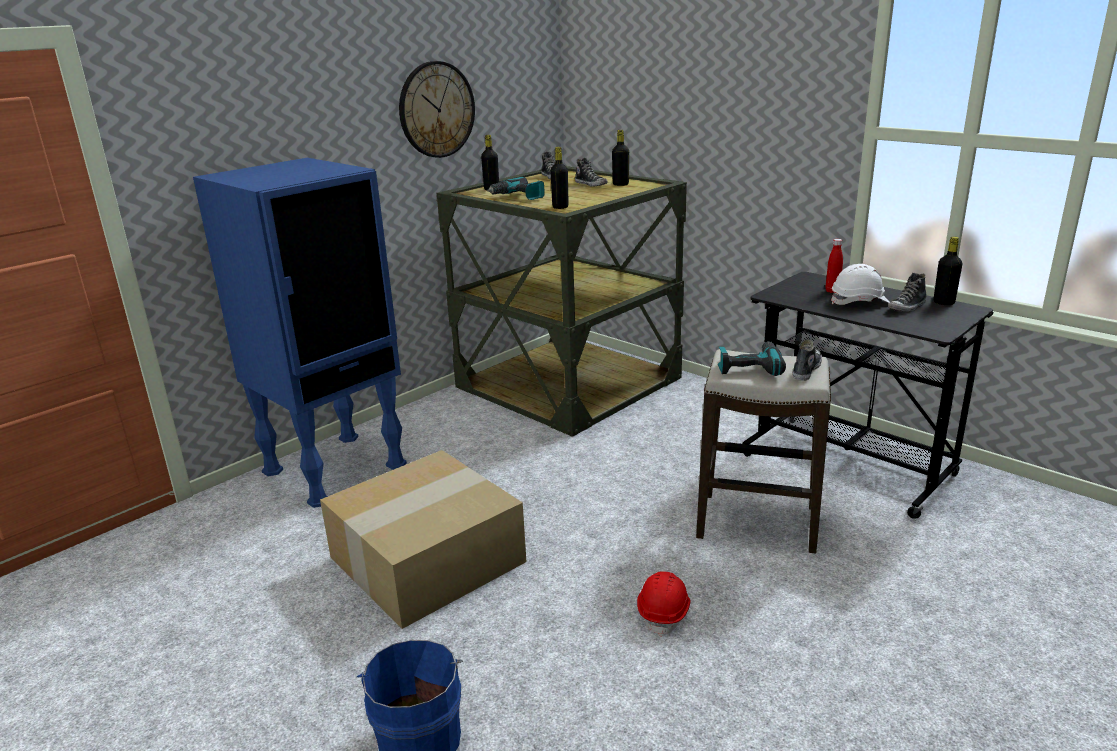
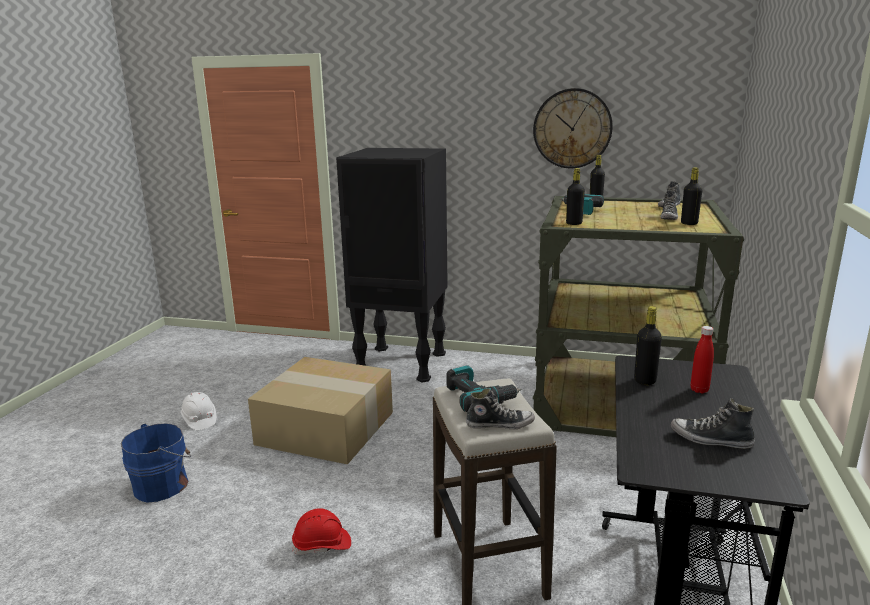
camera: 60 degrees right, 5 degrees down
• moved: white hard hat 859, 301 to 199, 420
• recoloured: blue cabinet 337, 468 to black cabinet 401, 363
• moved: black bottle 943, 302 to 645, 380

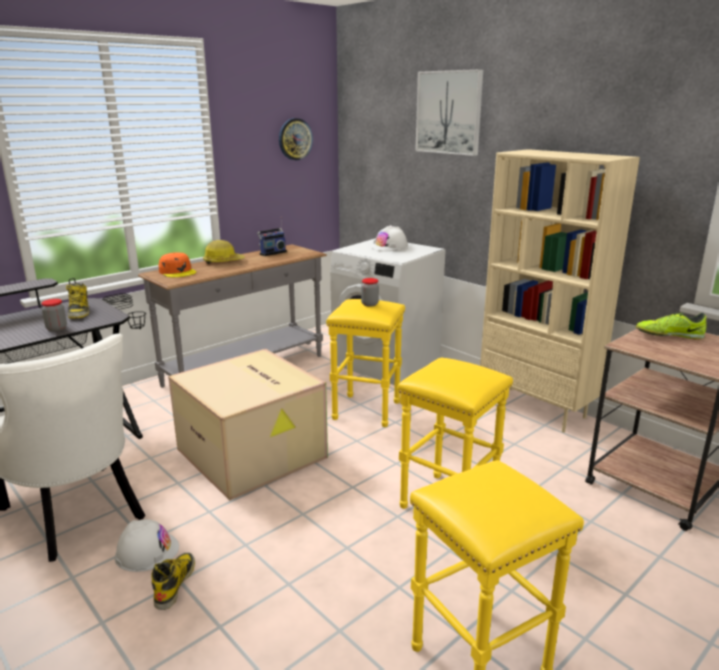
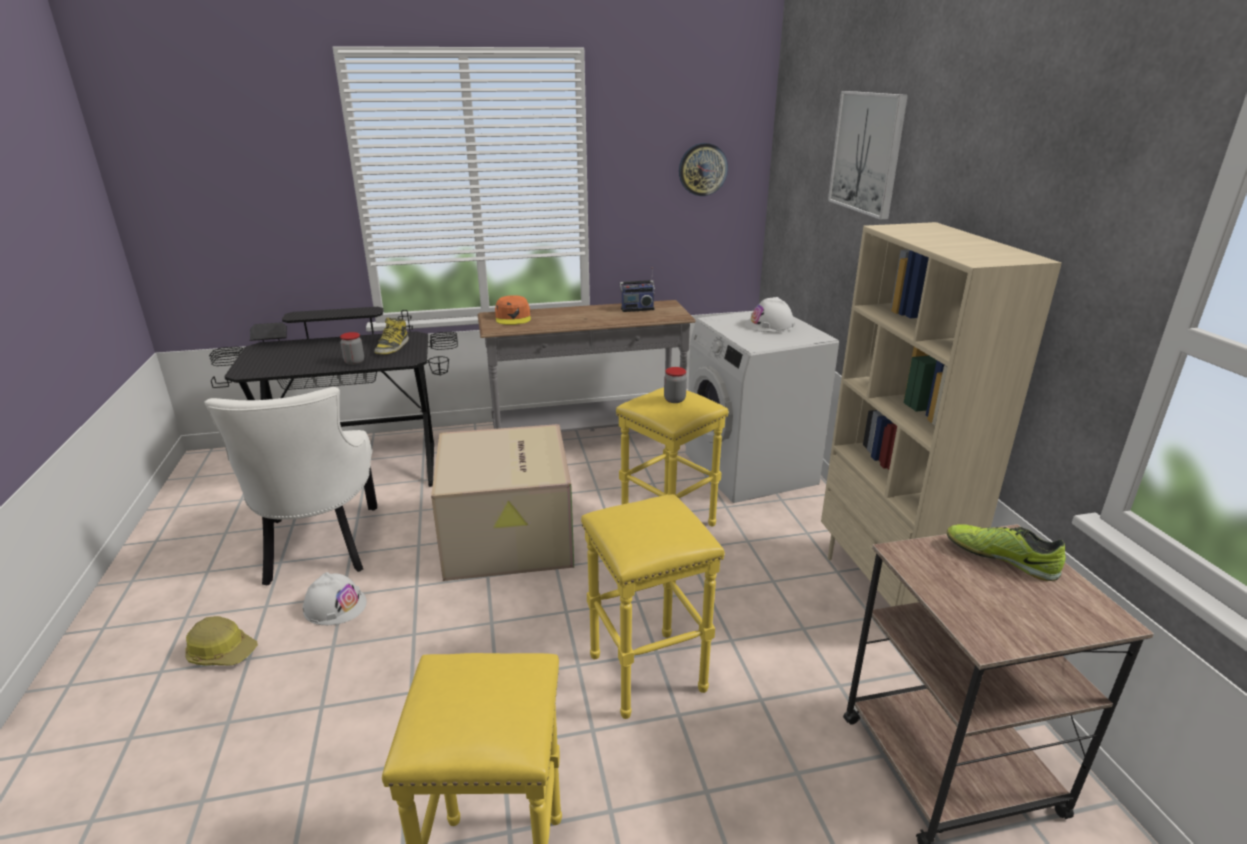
camera: 30 degrees right, 5 degrees up
• moved: hard hat 223, 261 to 222, 652
• removed: boot 175, 583

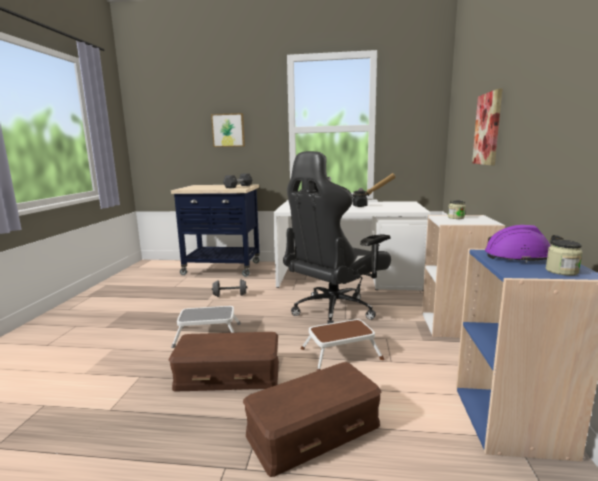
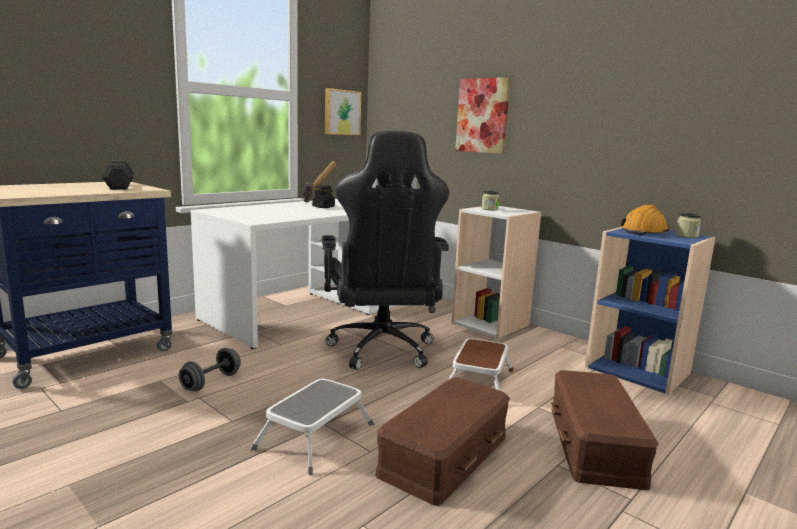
camera: 55 degrees left, 0 degrees up
• moved: picture 228, 130 to 341, 112
• recoloured: purple hard hat 520, 257 to orange hard hat 644, 232

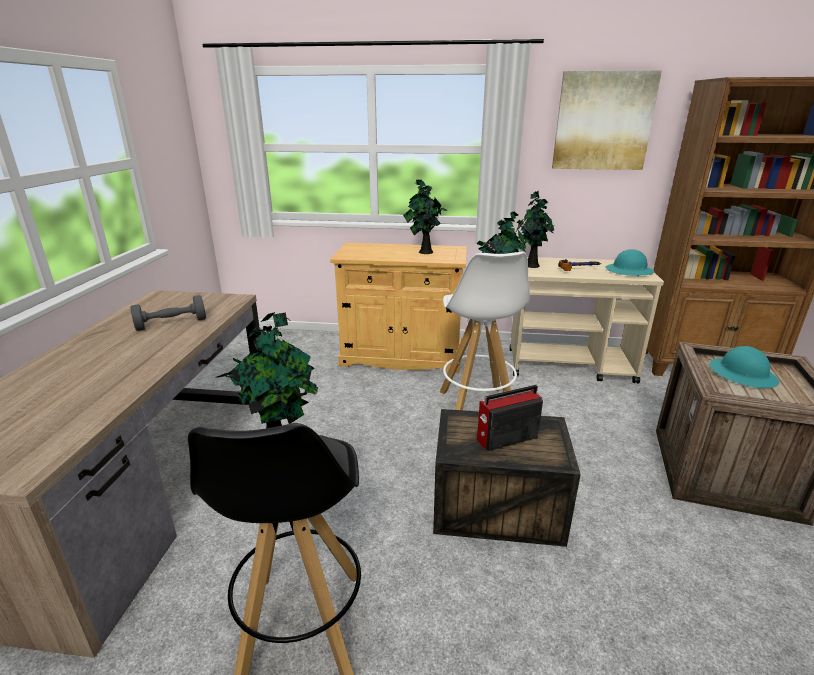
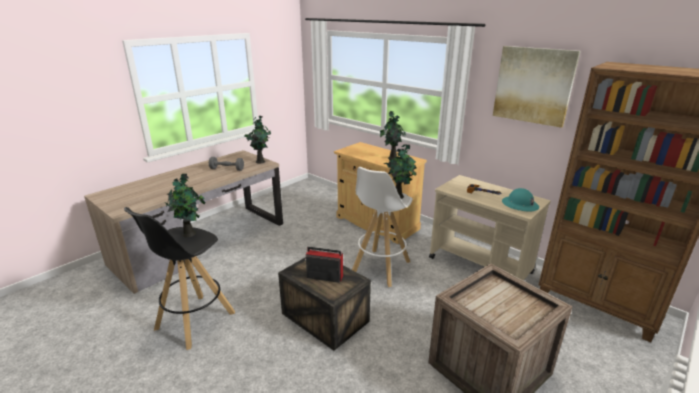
camera: 35 degrees right, 0 degrees up
• moved: potted plant 531, 265 to 260, 161
• removed: turquoise hard hat 742, 374

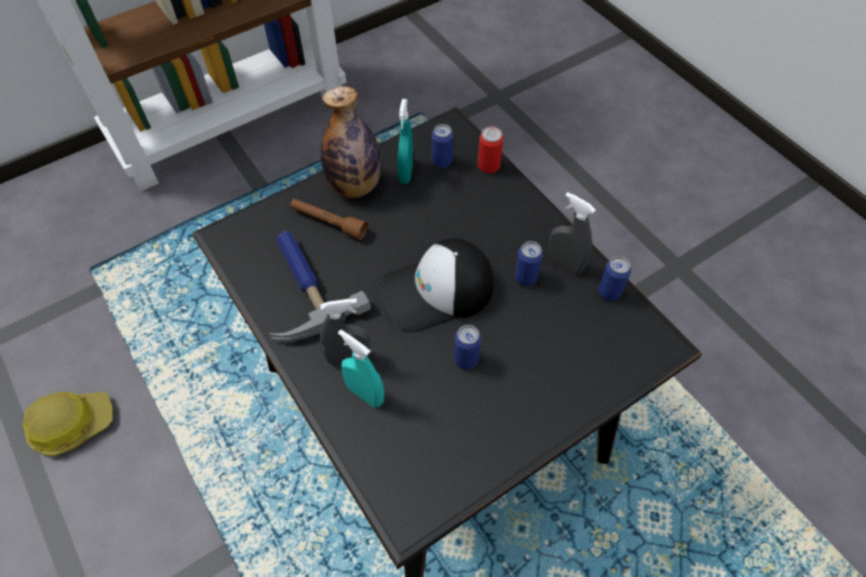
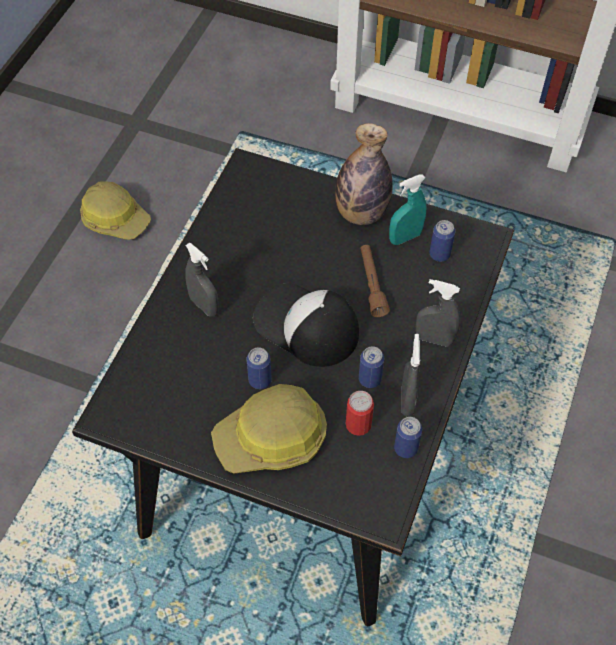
camera: 55 degrees right, 0 degrees up
• added: hard hat 272, 438
• moved: can 488, 165 to 358, 424
• moved: brown flashlight 328, 223 to 372, 284
• added: grey spray bottle 434, 339
• removed: hammer 302, 287
• removed: turquoise spray bottle 365, 394

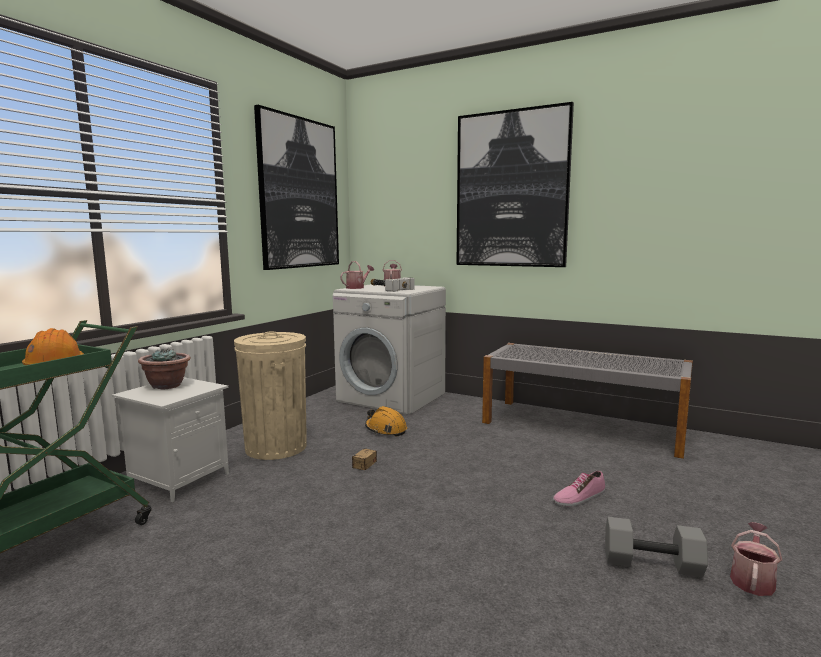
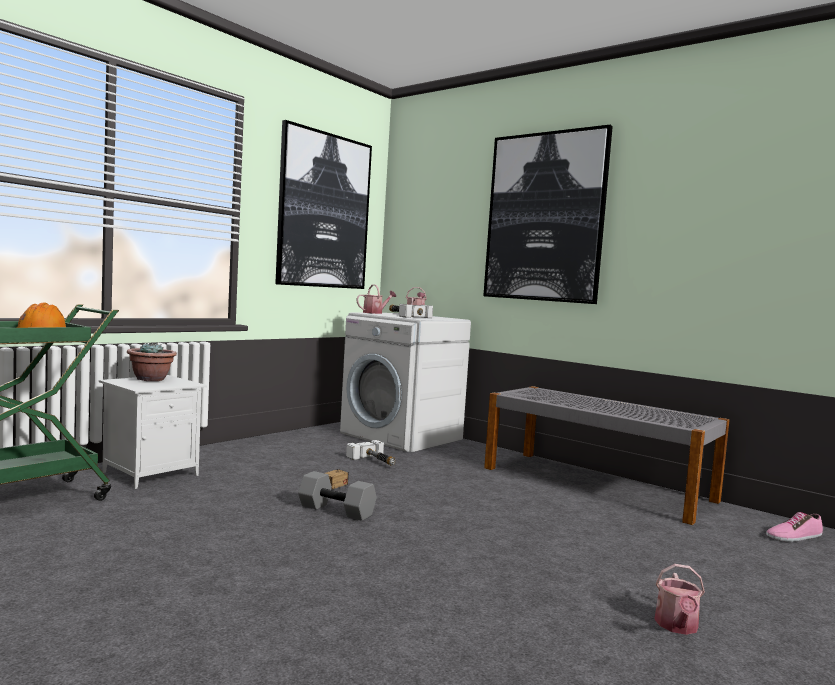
camera: 10 degrees right, 5 degrees down
• moved: grey dumbbell 652, 563 to 337, 510
• replaced: orange hard hat 385, 429 to hammer 376, 461
• turned: watering can 752, 579 = 677, 626 150 degrees clockwise
• moved: shoe 579, 497 to 793, 536
• removed: beige trash can 276, 447

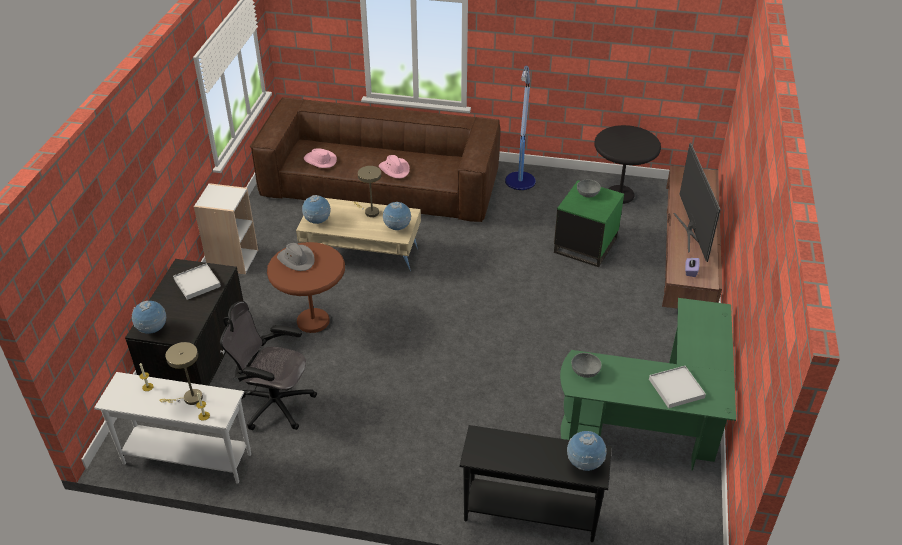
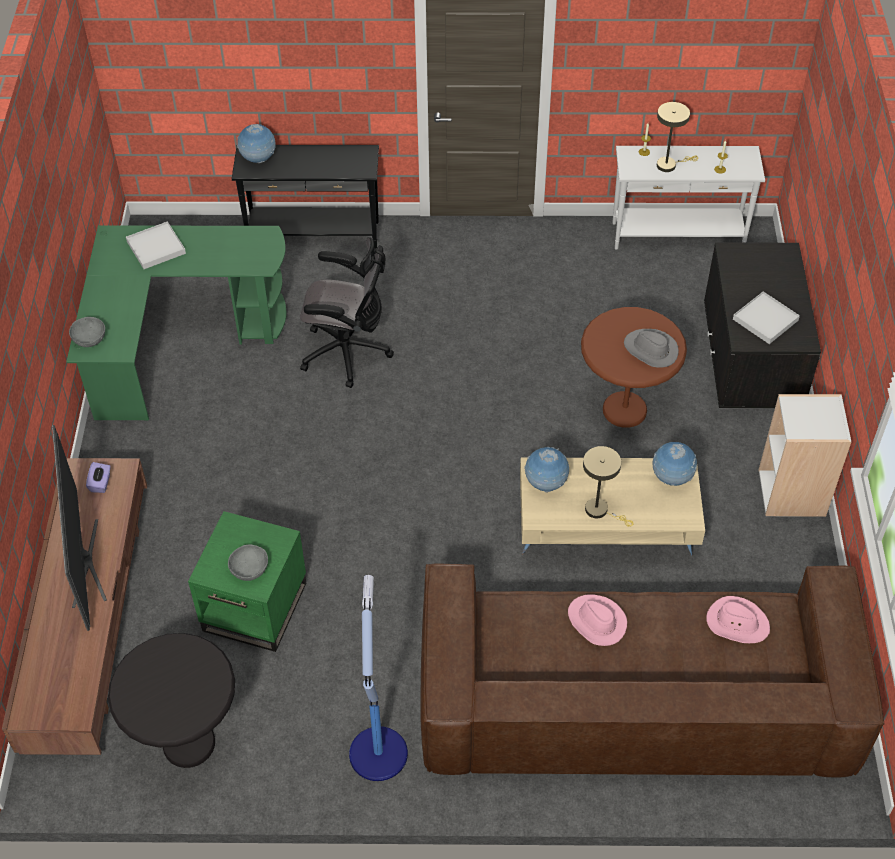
camera: 170 degrees right, 10 degrees up
• moved: grey bowl 585, 371 to 89, 339
• moved: office chair 275, 405 to 346, 352
• removed: globe 153, 330

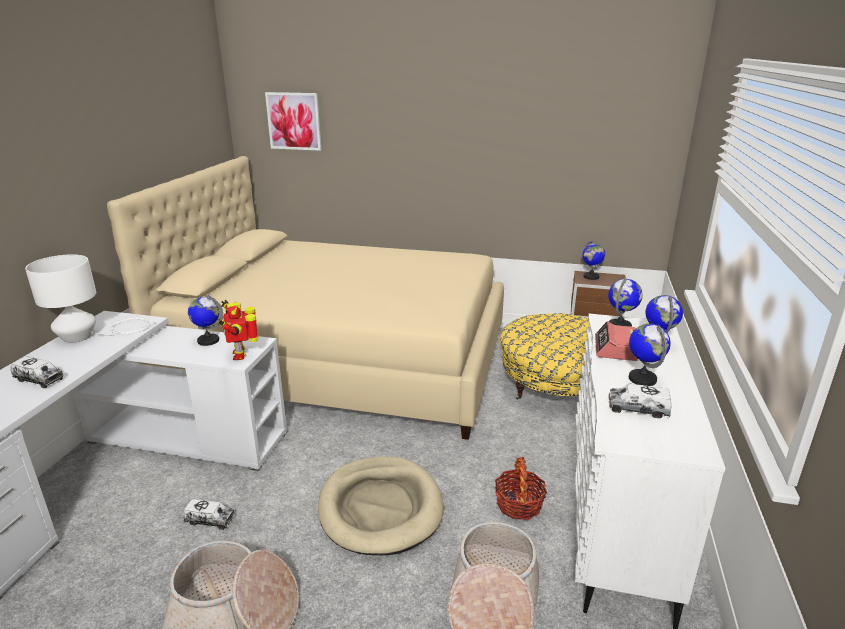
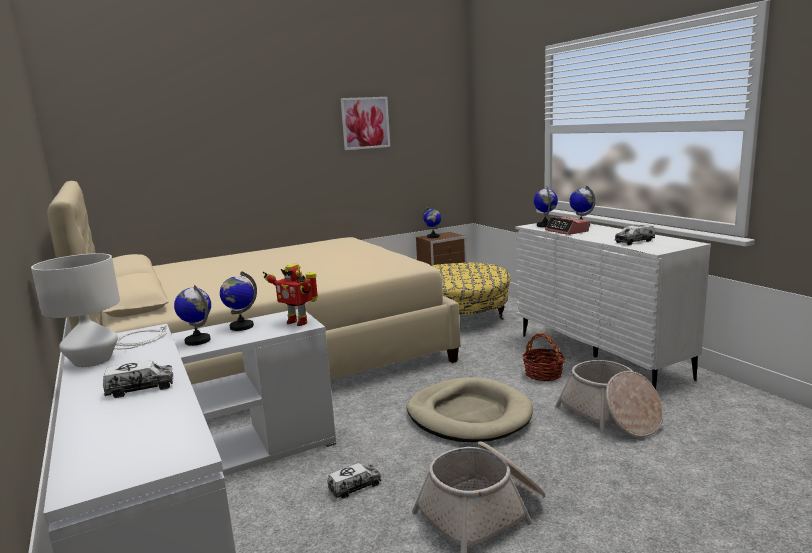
camera: 40 degrees left, 10 degrees down
• moved: globe 642, 379 to 198, 340
• moved: picture 294, 121 to 365, 123

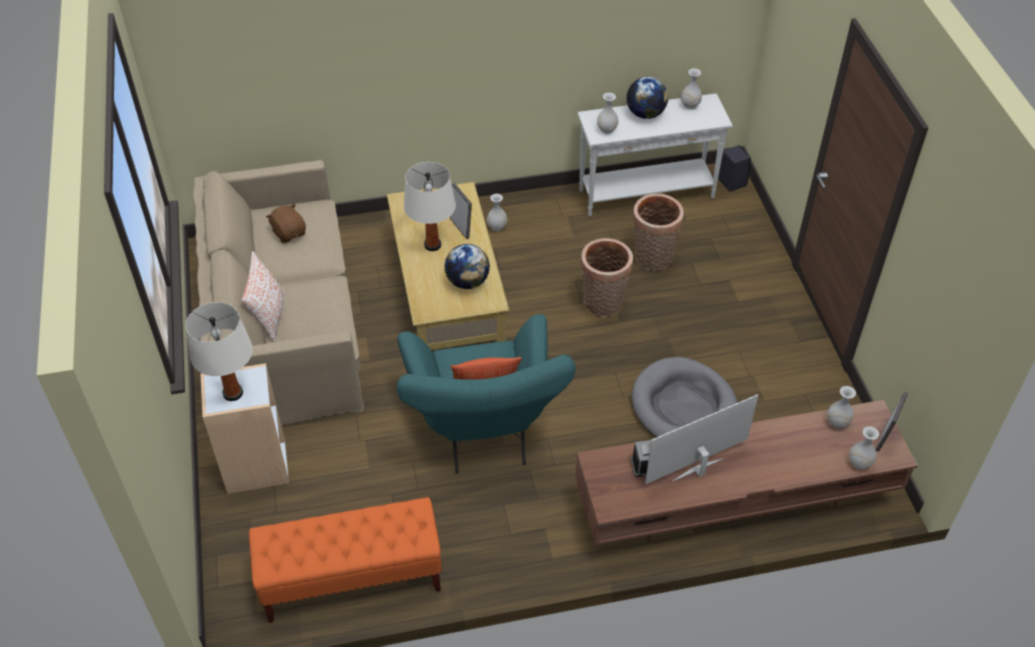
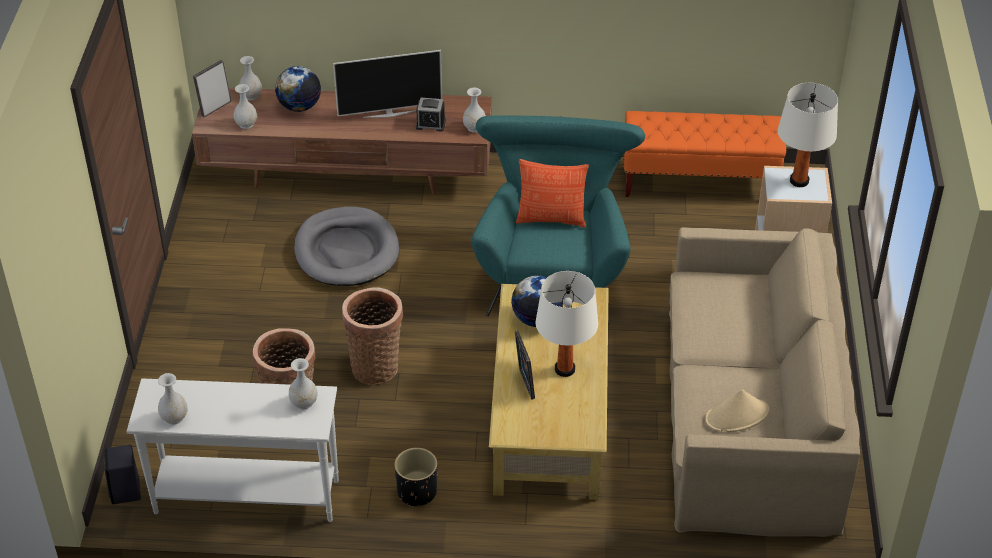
camera: 165 degrees left, 5 degrees down
• moved: globe 645, 114 to 299, 106
• added: black planter 417, 492
• moved: white vase 497, 226 to 474, 128
• replaced: brown plush toy 289, 233 to beige hat 737, 416
• removed: white pillow 269, 317

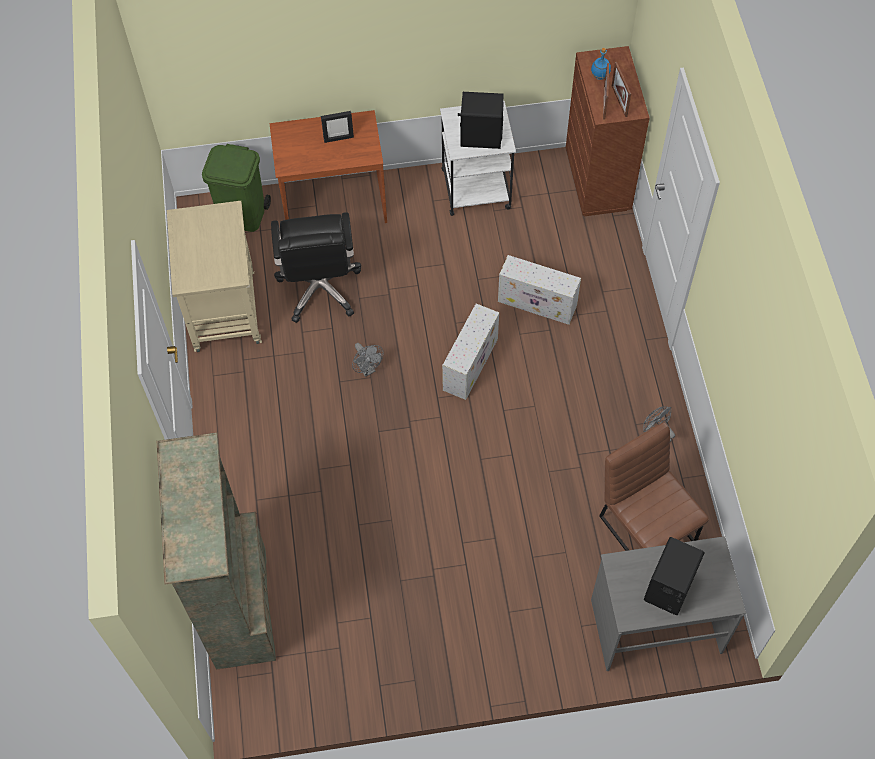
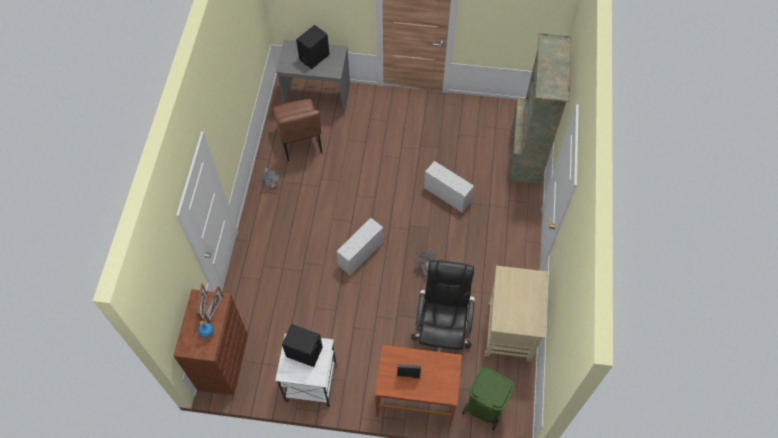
camera: 165 degrees left, 0 degrees up
• moved: white storage box 538, 303 to 446, 194

